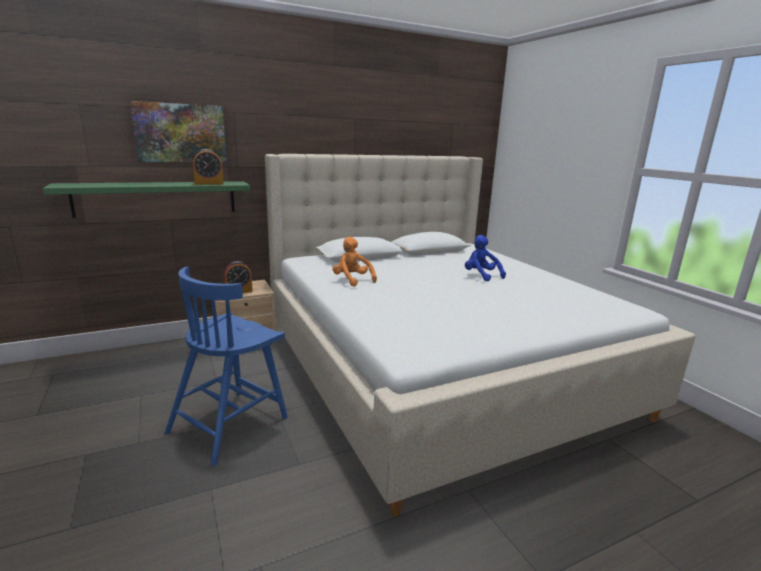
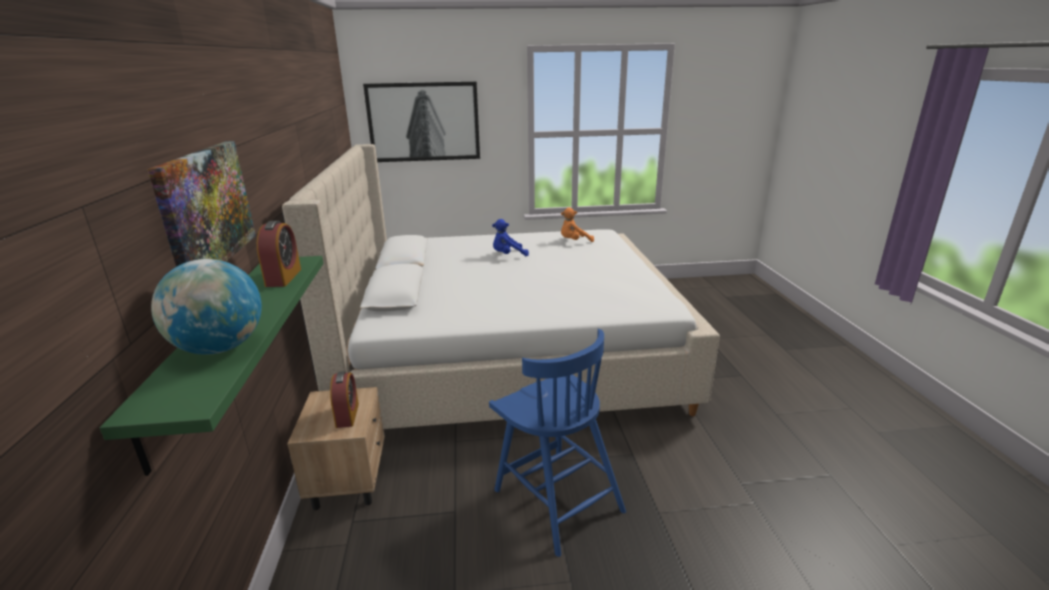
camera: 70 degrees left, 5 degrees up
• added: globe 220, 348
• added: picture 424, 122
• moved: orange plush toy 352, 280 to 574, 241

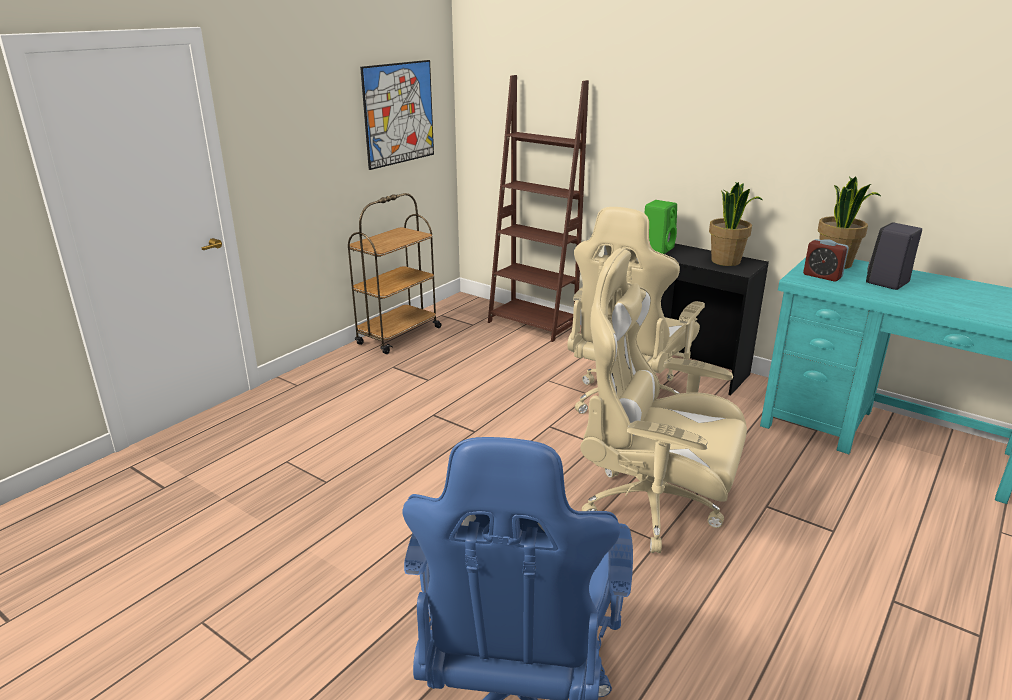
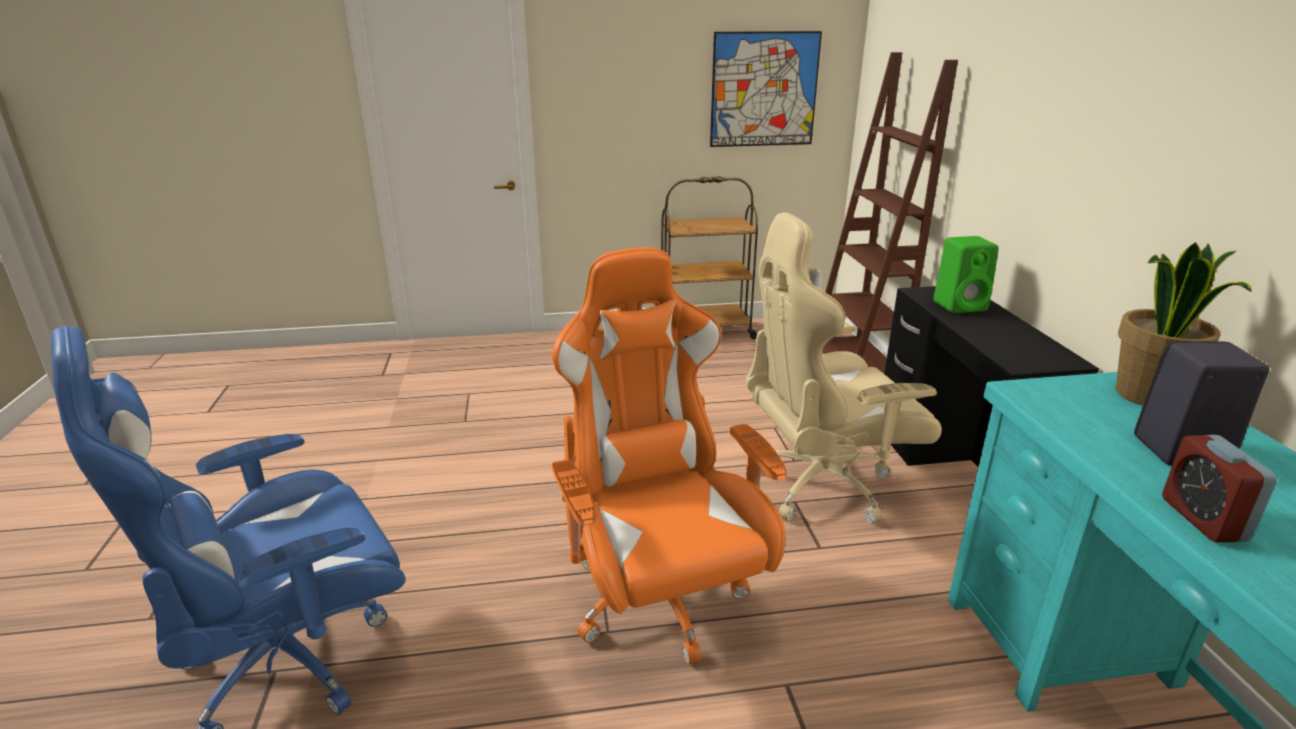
camera: 45 degrees right, 0 degrees up
• recoloured: beige office chair 659, 510 to orange office chair 662, 605
• moved: alarm clock 822, 276 to 1203, 519
• removed: potted plant 726, 261

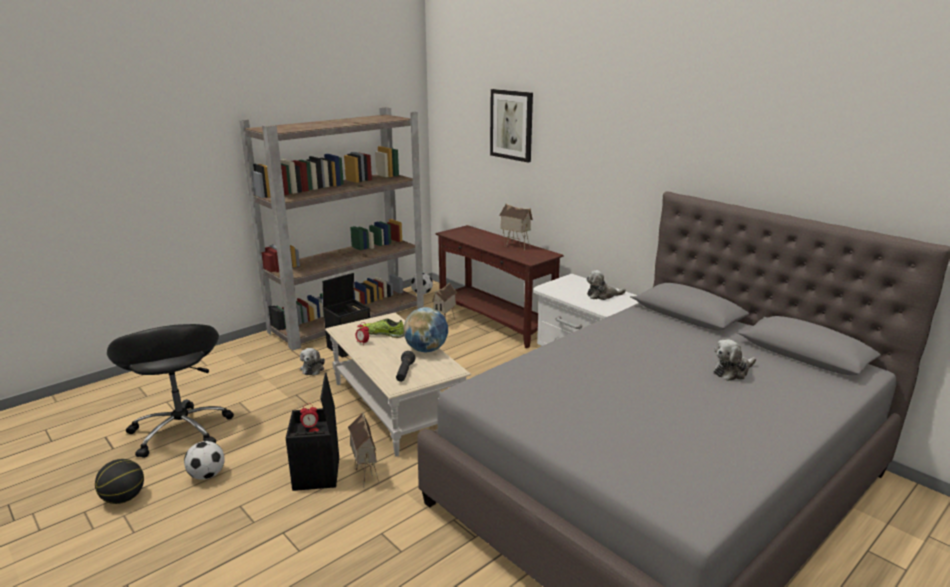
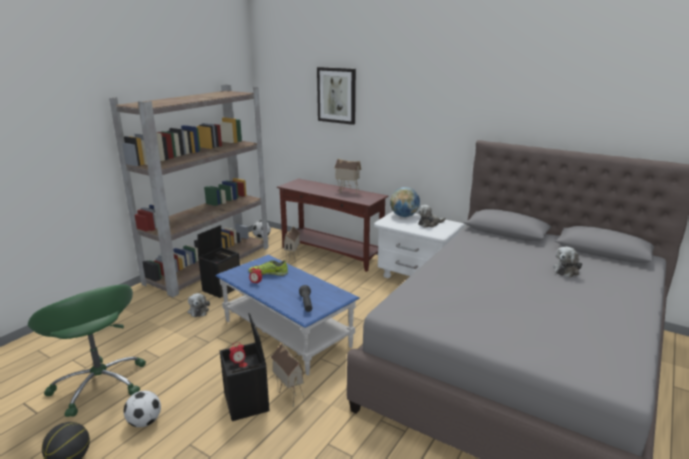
camera: 15 degrees left, 0 degrees up
• recoloured: black office chair 181, 432 to green office chair 100, 386
• recoloured: beige coffee table 396, 407 to blue coffee table 286, 333
• moved: globe 426, 350 to 404, 216

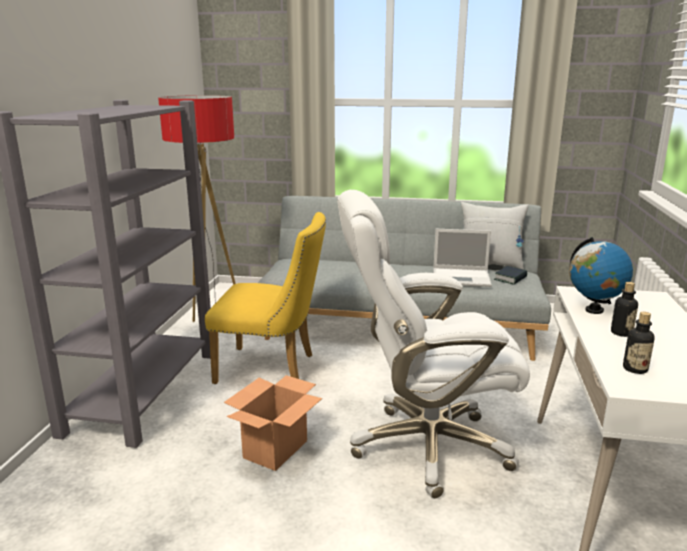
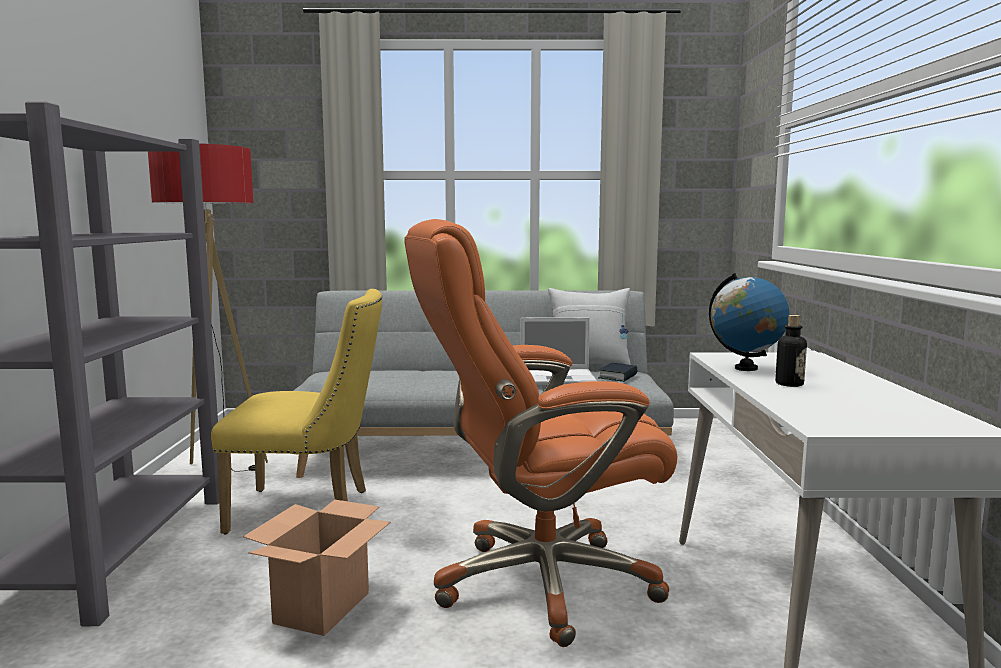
camera: 10 degrees left, 10 degrees down
• recoloured: white office chair 423, 447 to orange office chair 536, 585
• removed: bottle 635, 369

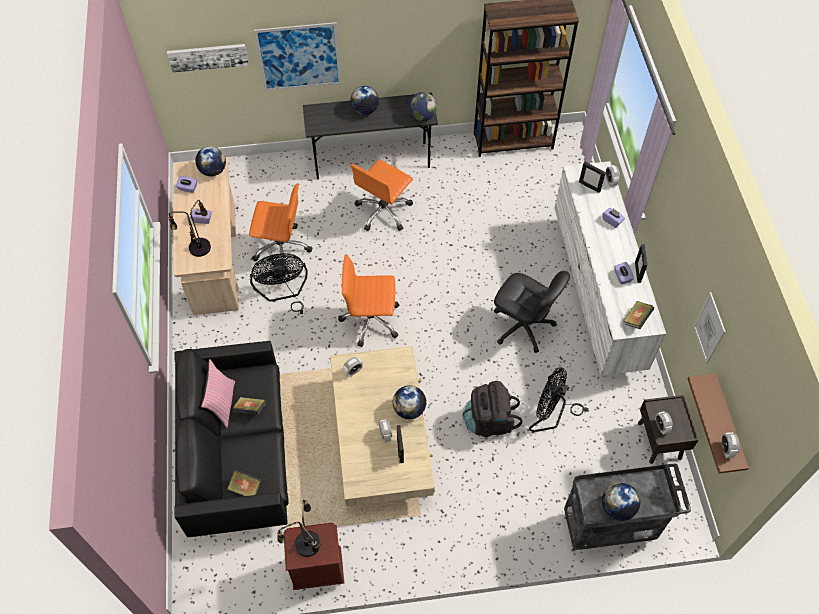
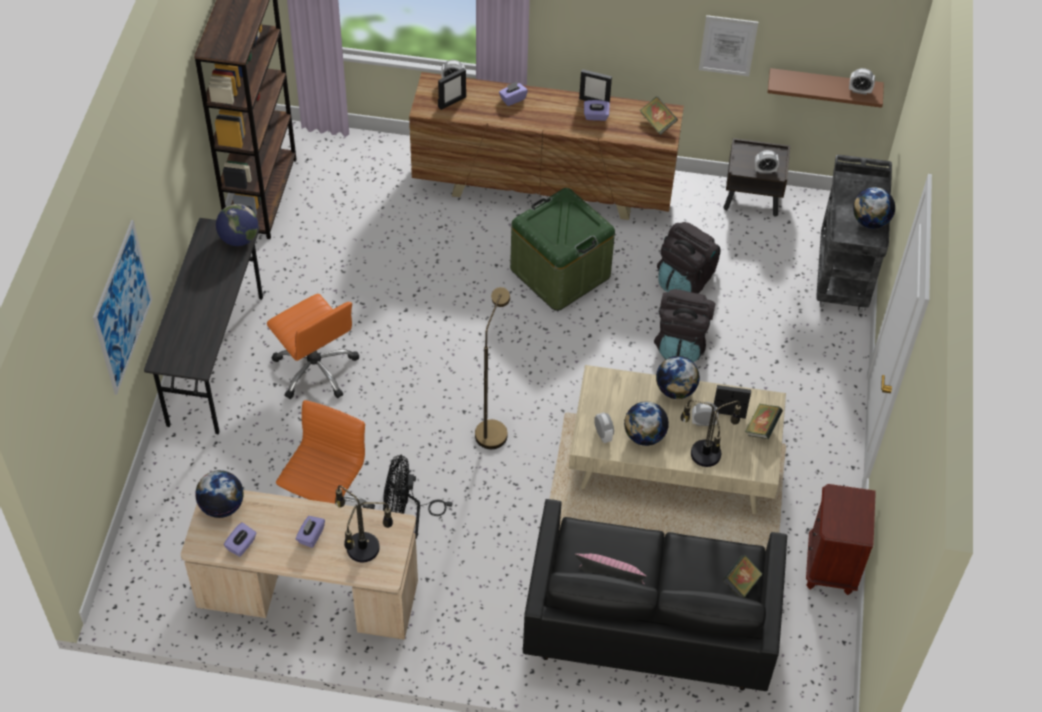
camera: 75 degrees left, 5 degrees down
• recoloured: white cabinet 596, 296 to brown cabinet 544, 191
• replaced: orange office chair 370, 320 to brown floor lamp 492, 428
• replaced: black office chair 523, 326 to green storage box 560, 273
• moved: globe 365, 110 to 644, 436
• replaced: black fan 553, 410 to black backpack 685, 279
• moved: table lamp 307, 544 to 705, 454
• moved: book 250, 410 to 762, 428
• removed: picture 208, 57

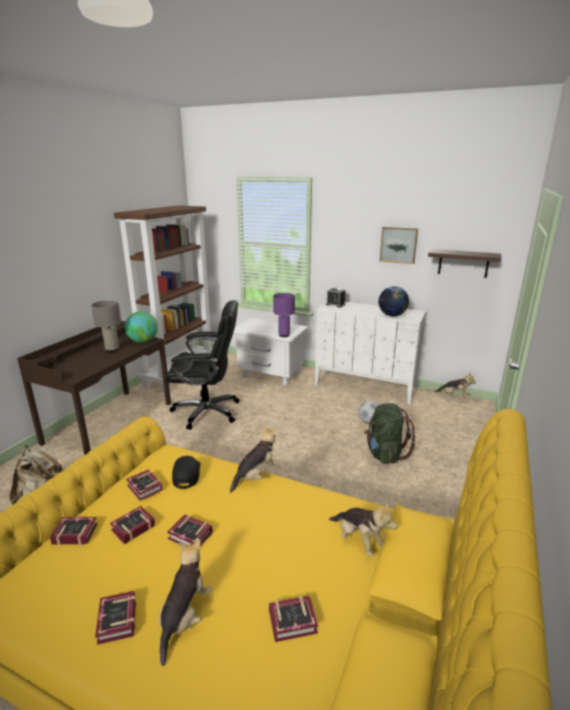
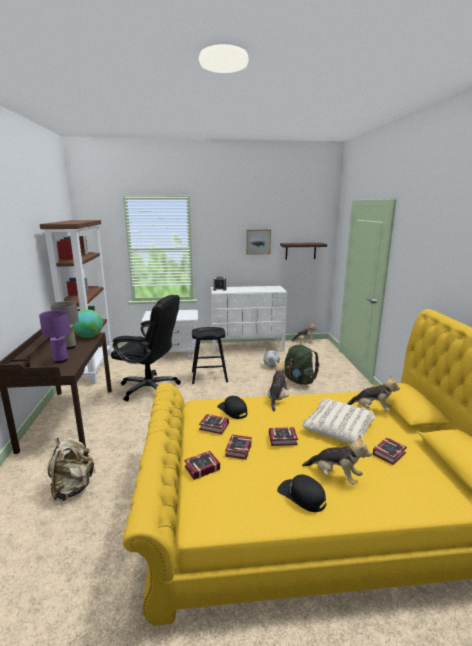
camera: 30 degrees left, 5 degrees down
• moved: purple table lamp 284, 335 to 60, 360
• turned: black office chair 206, 411 = 149, 388 45 degrees clockwise
• added: black stool 209, 377
• replaced: book 116, 622 to black cap 302, 496
• added: beige pillow 339, 427
• turned: plush toy 185, 617 = 335, 476 135 degrees clockwise
• removed: globe 392, 315

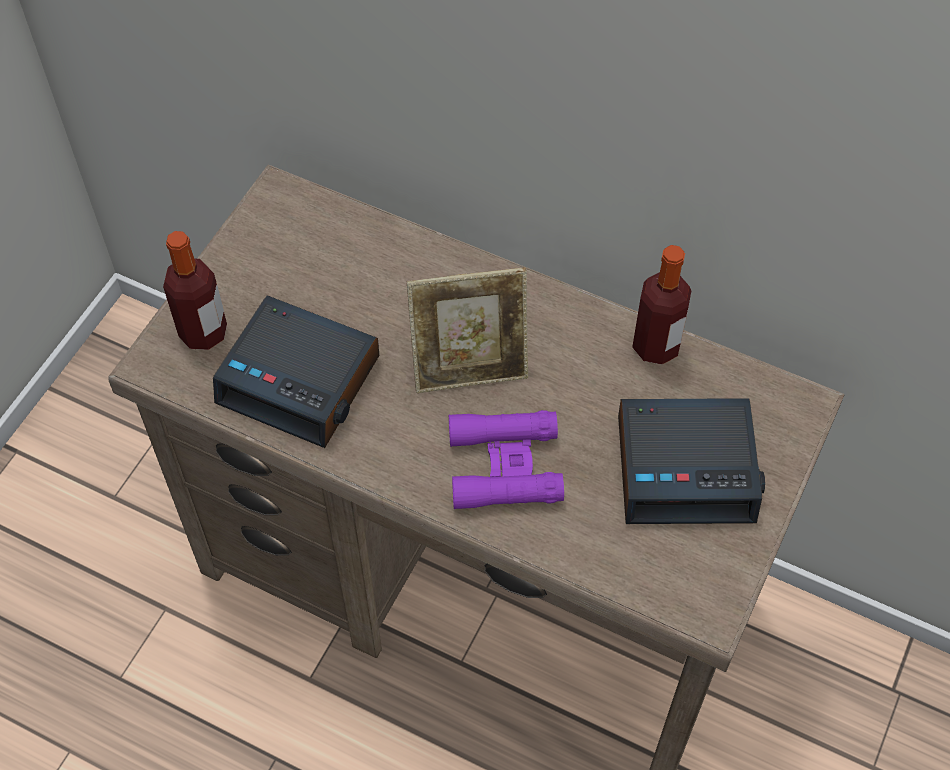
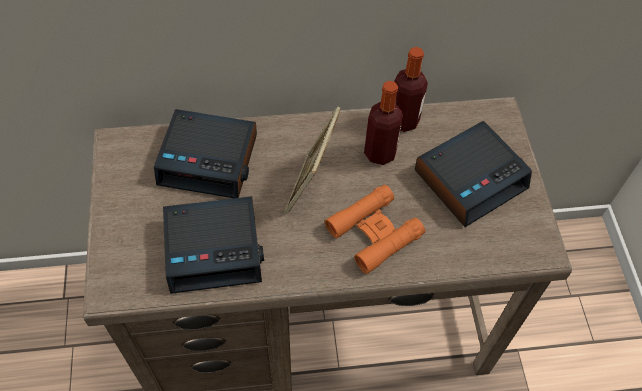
camera: 35 degrees left, 0 degrees up
• added: alarm clock 209, 159
• turned: picture frame 469, 367 = 311, 187 150 degrees clockwise
• recoloured: purple binoculars 505, 466 to orange binoculars 374, 232
• moved: bottle 203, 332 to 380, 153

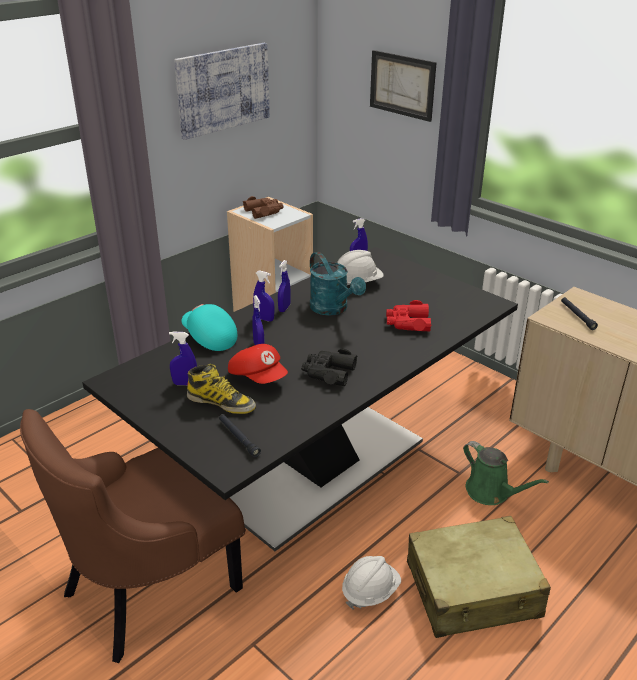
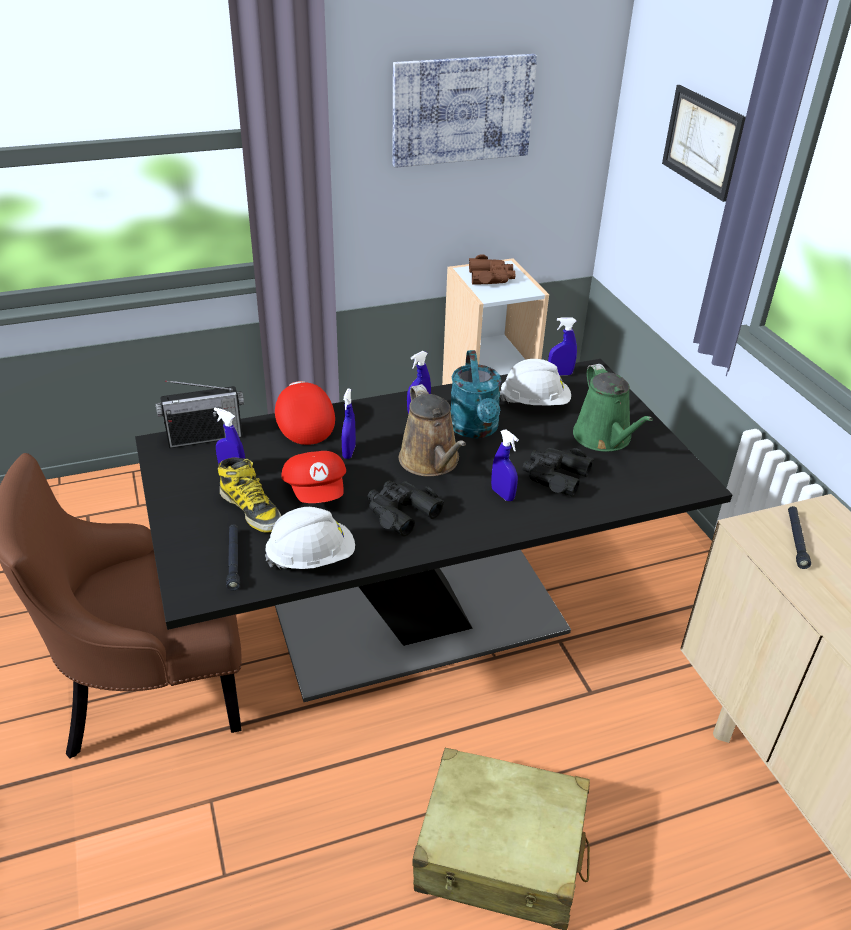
camera: 25 degrees right, 5 degrees up
• added: radio 205, 437
• moved: white hard hat 370, 591 to 311, 558
• recoloured: turquoise cap 209, 338 to red cap 303, 424
• added: brown watering can 431, 462
• moved: blue spray bottle 264, 319 to 502, 494
• recoloured: red binoculars 408, 323 to black binoculars 555, 476
• moved: green watering can 491, 492 to 604, 438

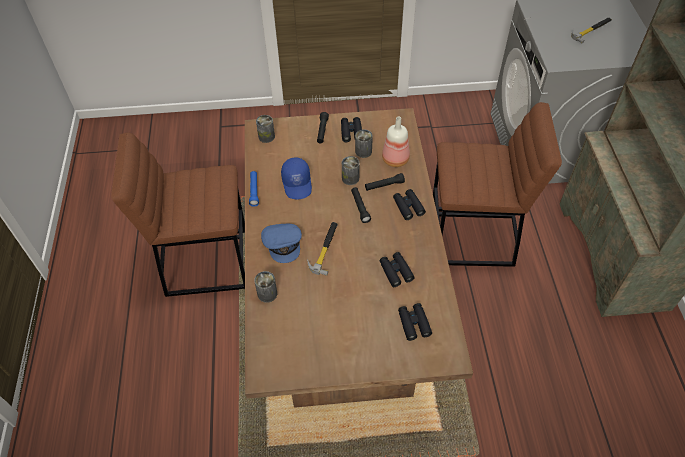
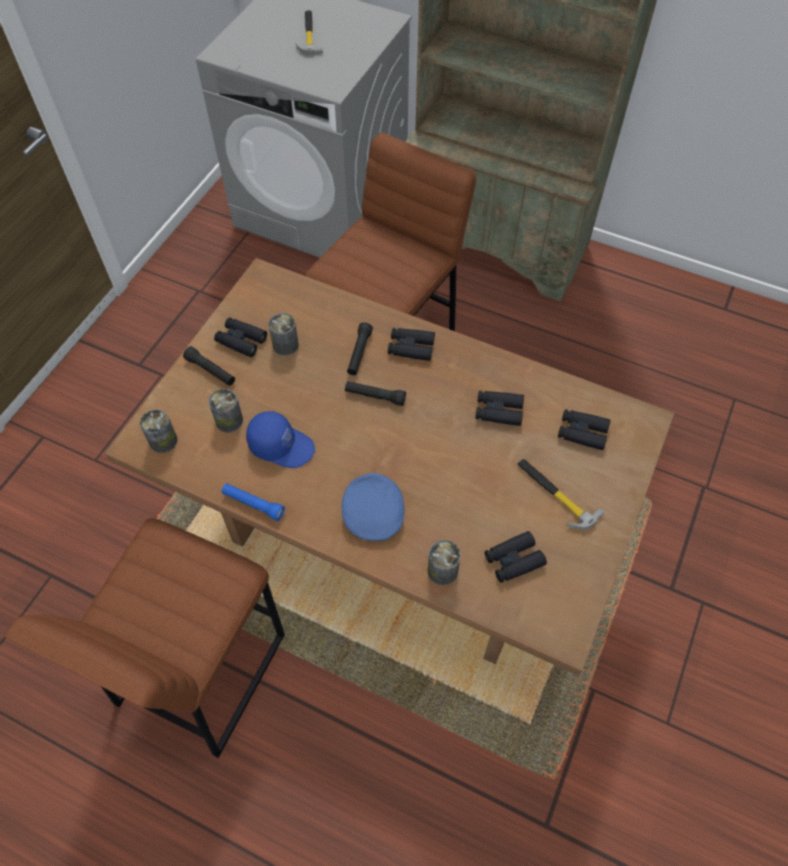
camera: 60 degrees left, 5 degrees up
• moved: can 350, 178 to 229, 420
• turned: blue cap 283, 244 = 372, 512 105 degrees counterclockwise
• added: black binoculars 513, 560
• moved: hammer 325, 248 to 554, 494
• removed: bottle 396, 160

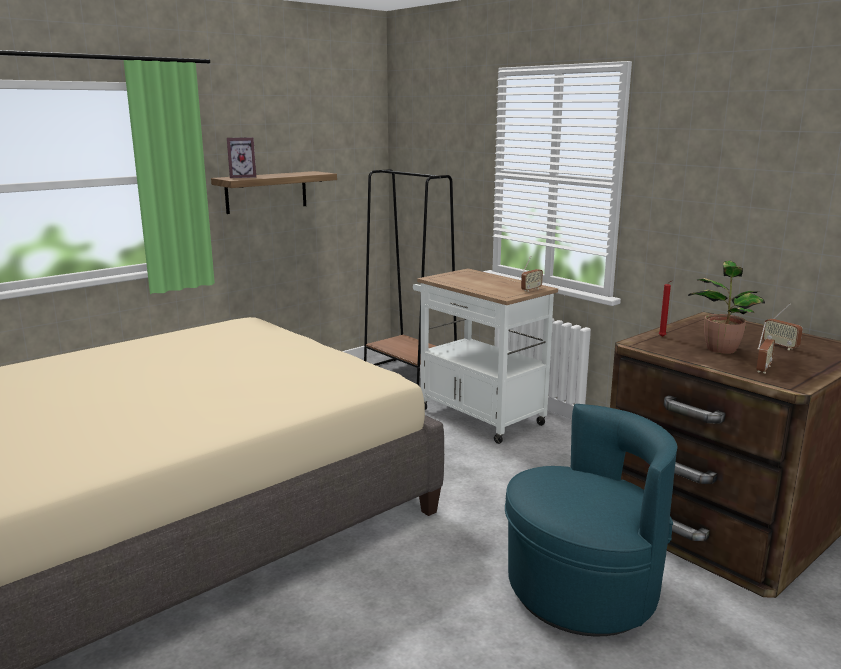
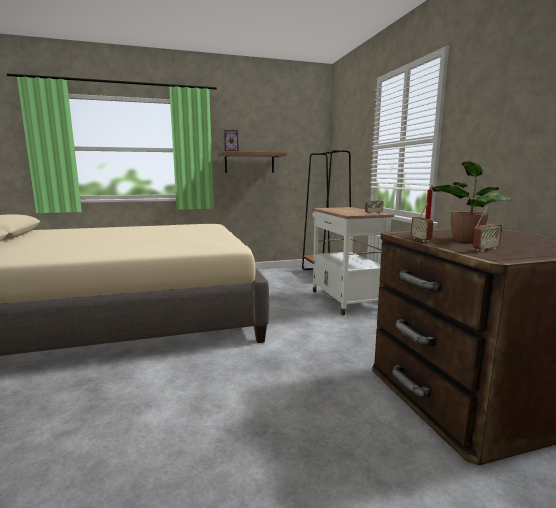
camera: 25 degrees right, 5 degrees down
• moved: radio 780, 346 to 420, 240
• removed: turquoise armchair 580, 590

